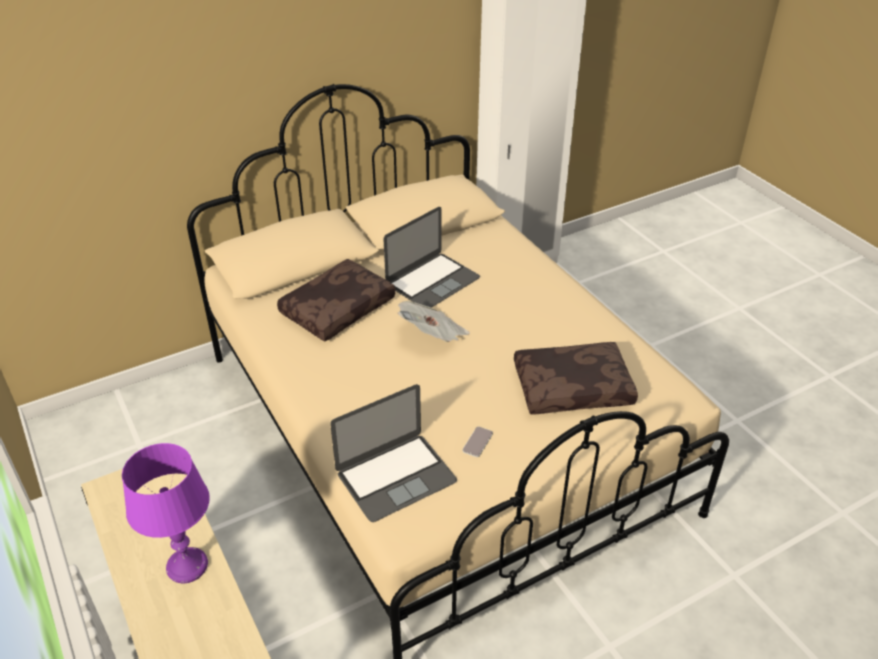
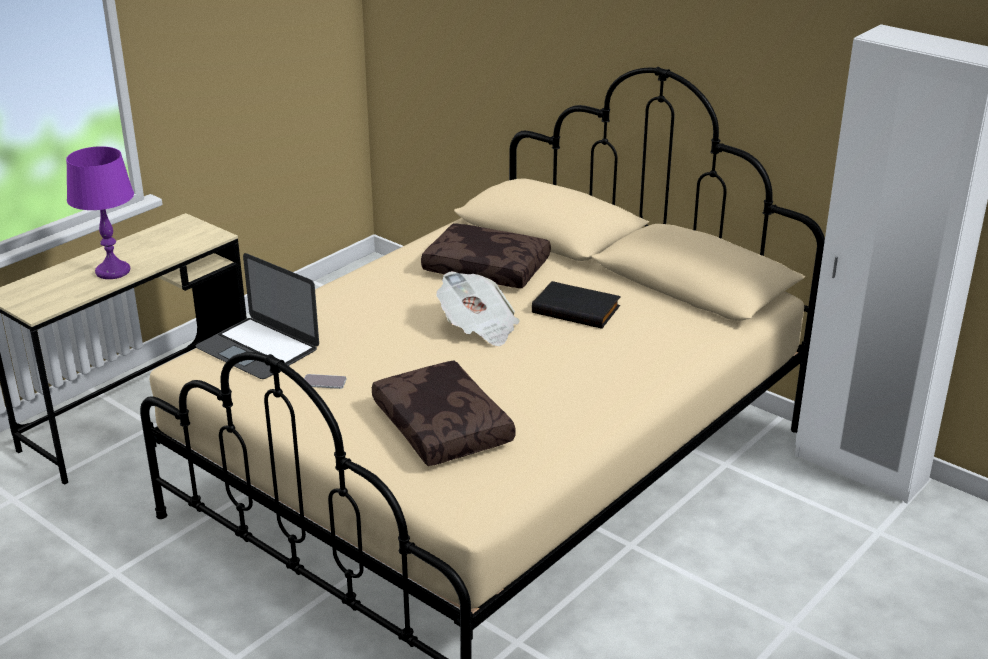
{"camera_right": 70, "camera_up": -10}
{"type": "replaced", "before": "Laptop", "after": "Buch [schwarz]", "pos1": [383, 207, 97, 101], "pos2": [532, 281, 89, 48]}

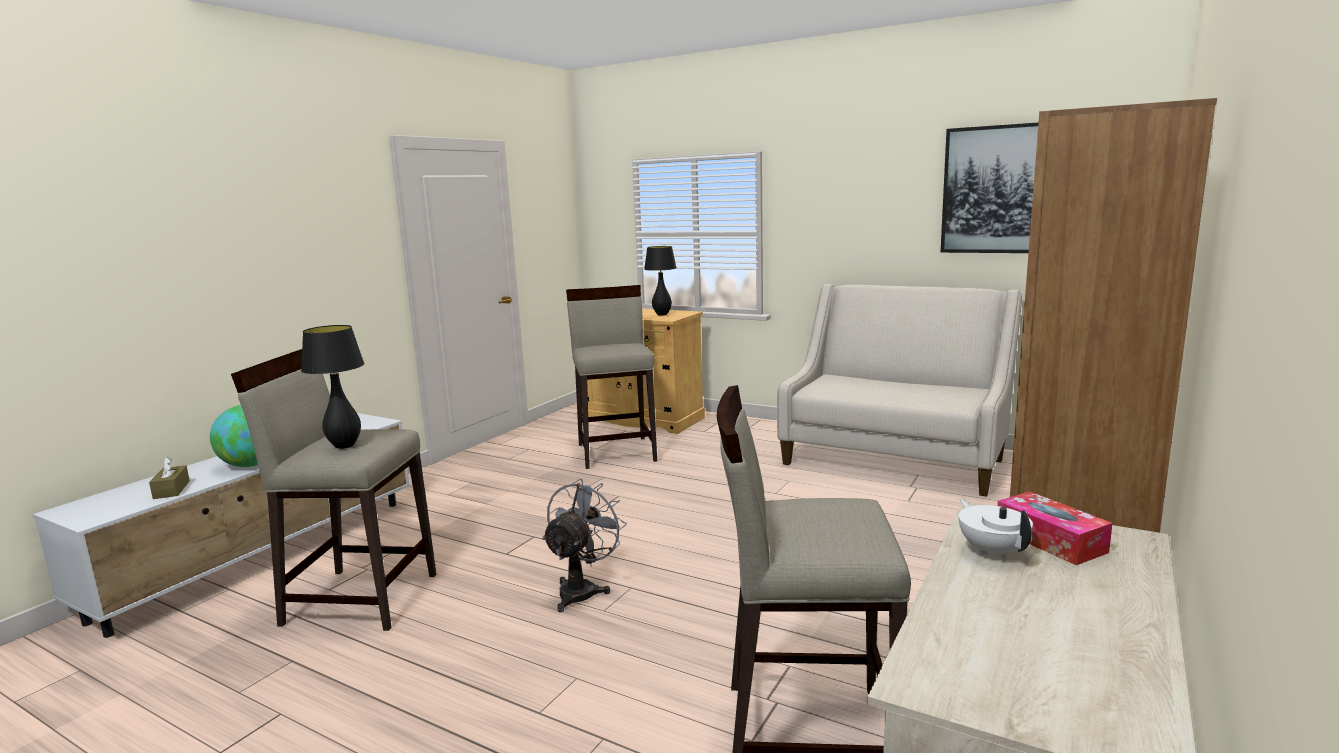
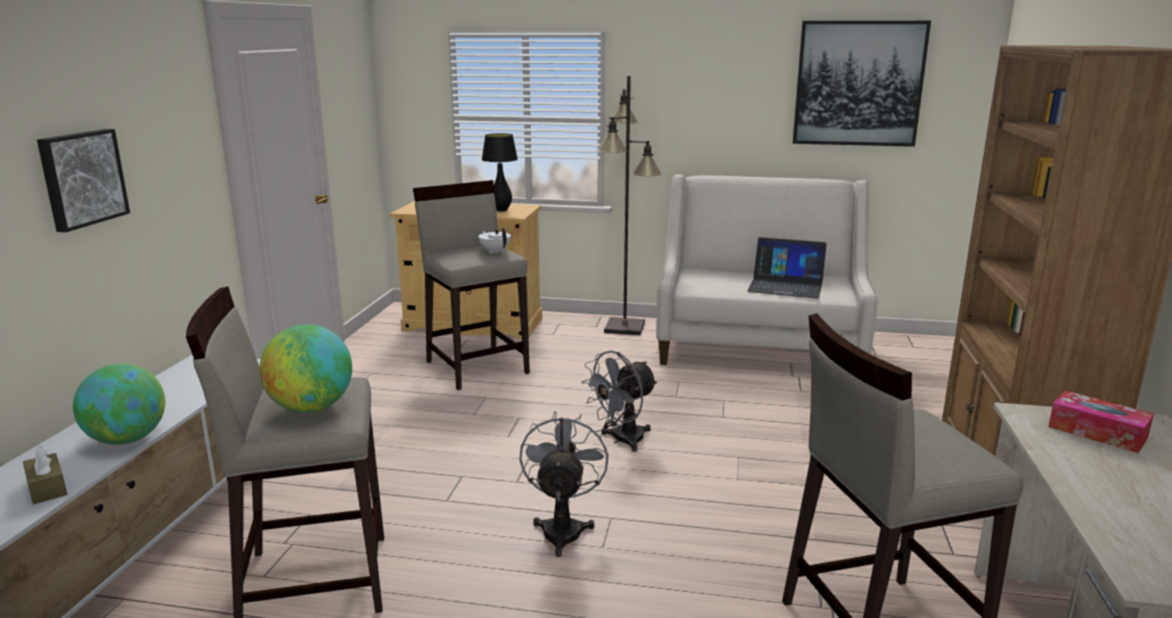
{"camera_right": -20, "camera_up": 5}
{"type": "replaced", "before": "Tischlampe [schwarz]", "after": "Globus", "pos1": [301, 325, 63, 124], "pos2": [259, 325, 93, 88]}
{"type": "moved", "before": "Teekanne [weiß]", "pos1": [958, 499, 75, 60], "pos2": [479, 228, 32, 26]}
{"type": "added", "after": "Stehlampe [schwarz]", "pos2": [597, 76, 65, 259]}
{"type": "added", "after": "Bild", "pos2": [37, 129, 93, 103]}
{"type": "added", "after": "Laptop", "pos2": [747, 237, 80, 62]}
{"type": "added", "after": "Ventilator [grau]", "pos2": [581, 350, 77, 102]}

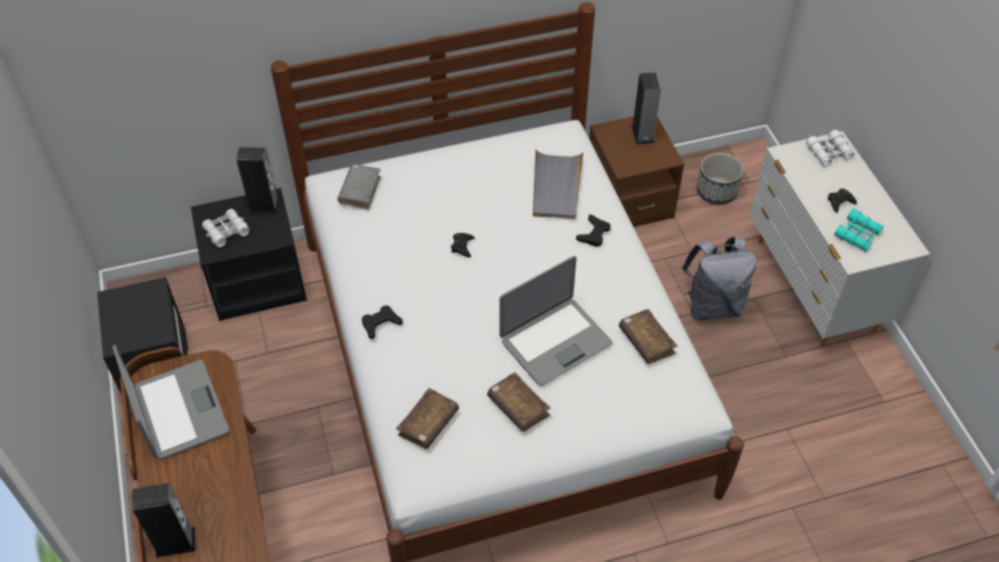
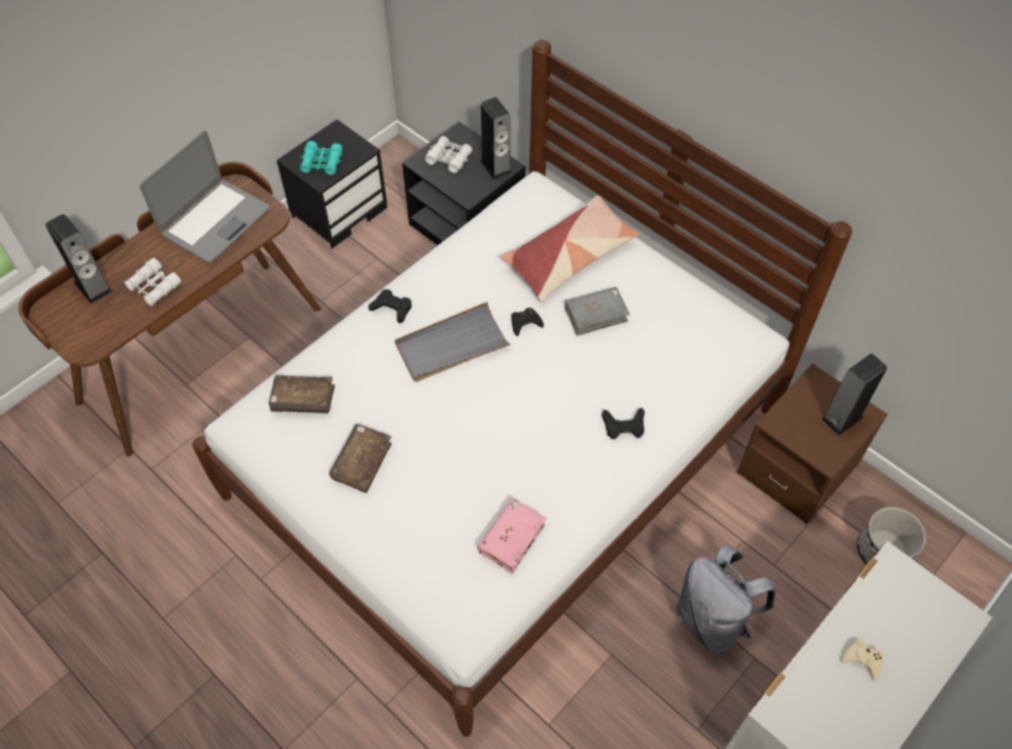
{"camera_right": 60, "camera_up": 5}
{"type": "moved", "before": "Fernglas [weiß]", "pos1": [806, 130, 48, 37], "pos2": [124, 258, 58, 49]}
{"type": "moved", "before": "Tablett [grau]", "pos1": [533, 150, 50, 69], "pos2": [395, 302, 116, 80]}
{"type": "moved", "before": "Buch [grau]", "pos1": [337, 164, 44, 46], "pos2": [565, 287, 65, 49]}
{"type": "recoloured", "before": "Gamepad [schwarz]", "after": "Gamepad [beige]", "pos1": [827, 189, 30, 24], "pos2": [841, 640, 42, 41]}
{"type": "moved", "before": "Fernglas [türkis]", "pos1": [834, 209, 50, 43], "pos2": [300, 141, 42, 34]}
{"type": "removed", "before": "Laptop", "pos1": [500, 256, 112, 130]}
{"type": "recoloured", "before": "Buch [braun]", "after": "Buch [rosa]", "pos1": [619, 309, 59, 55], "pos2": [477, 499, 69, 75]}
{"type": "added", "after": "Kissen", "pos2": [500, 195, 139, 106]}

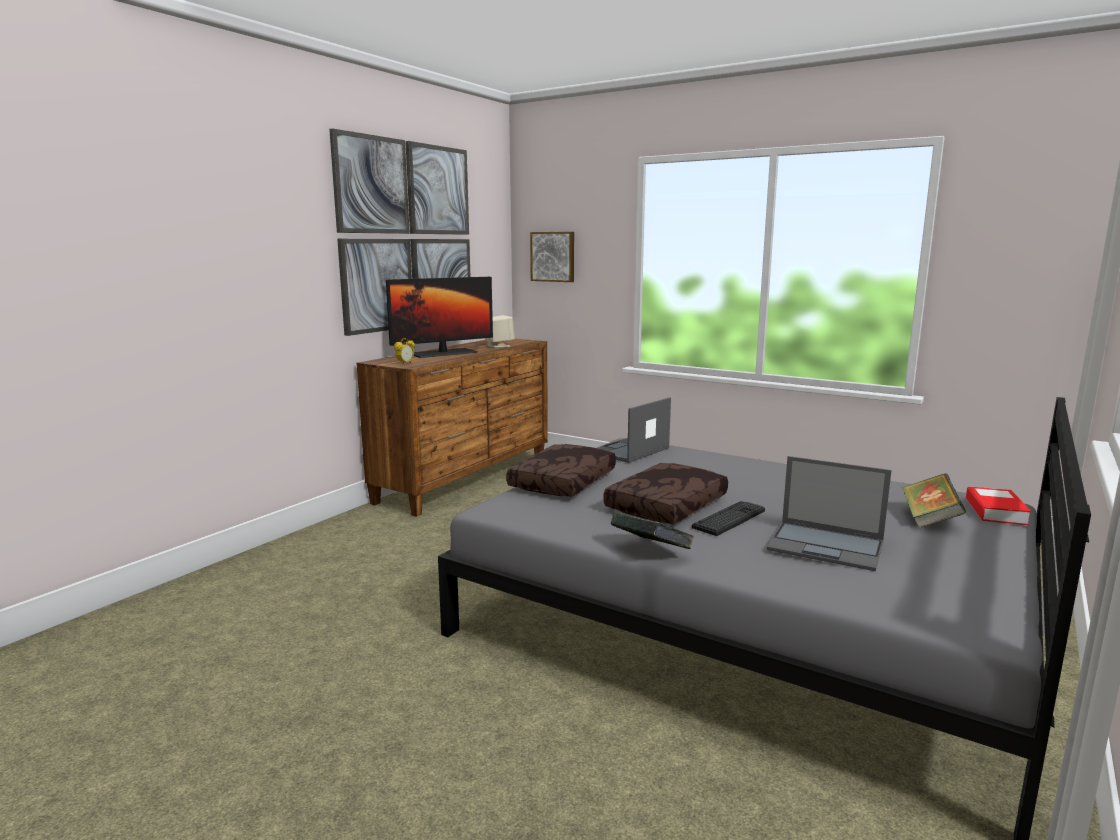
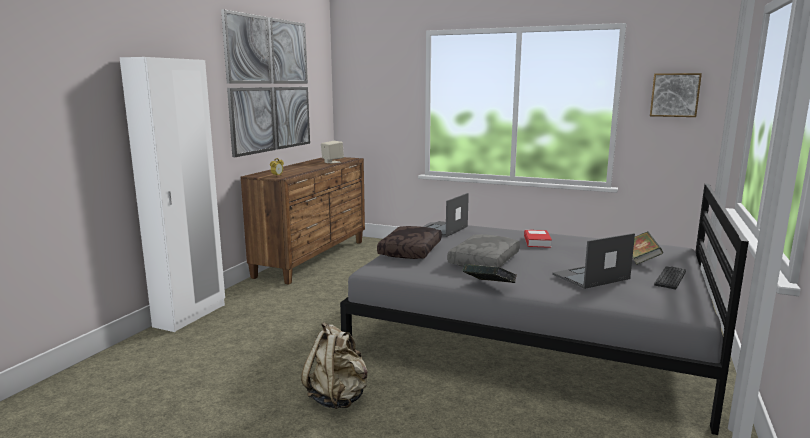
{"camera_right": -10, "camera_up": 0}
{"type": "moved", "before": "Bild", "pos1": [530, 232, 44, 50], "pos2": [650, 73, 52, 44]}
{"type": "removed", "before": "Monitor", "pos1": [386, 277, 107, 81]}
{"type": "turned", "before": "Laptop", "pos1": [767, 456, 125, 115], "pos2": [552, 233, 83, 56], "turn": 135}
{"type": "recoloured", "before": "Kissen [braun]", "after": "Kissen [grau]", "pos1": [603, 463, 125, 61], "pos2": [447, 234, 73, 34]}
{"type": "moved", "before": "Buch", "pos1": [966, 486, 65, 39], "pos2": [524, 230, 28, 18]}
{"type": "moved", "before": "Tastatur", "pos1": [692, 501, 73, 35], "pos2": [654, 266, 32, 23]}
{"type": "added", "after": "Kleiderschrank [weiß]", "pos2": [119, 57, 106, 275]}
{"type": "added", "after": "Rucksack [beige]", "pos2": [301, 322, 67, 87]}

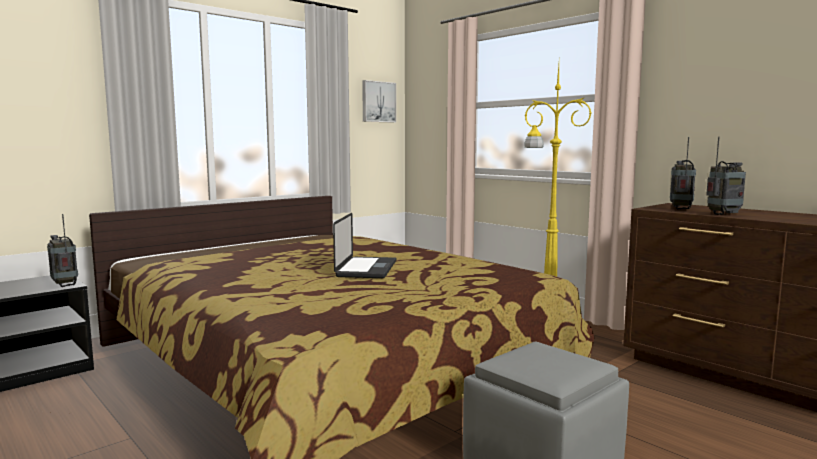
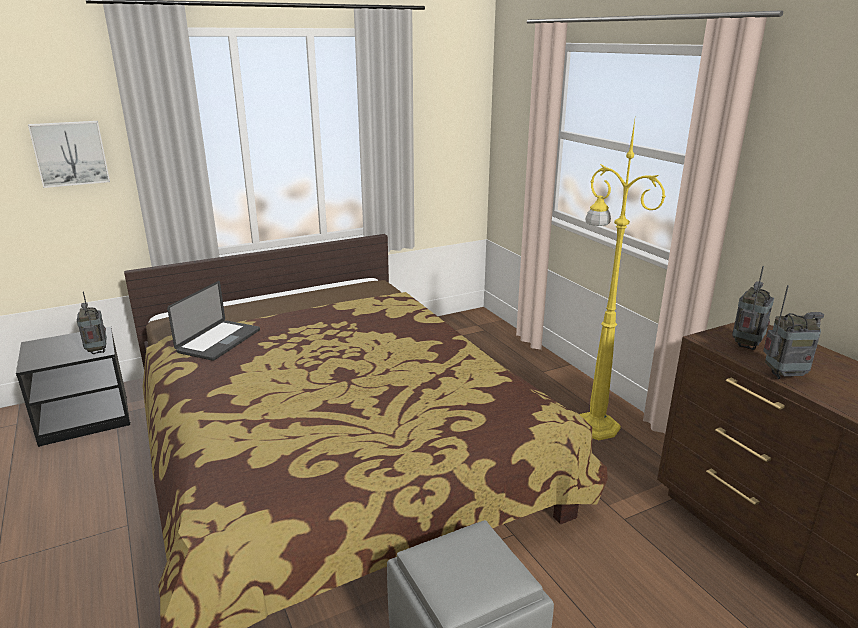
{"camera_right": 15, "camera_up": 15}
{"type": "moved", "before": "Bild", "pos1": [362, 80, 34, 43], "pos2": [28, 121, 82, 67]}
{"type": "moved", "before": "Laptop", "pos1": [333, 213, 63, 65], "pos2": [167, 281, 93, 80]}

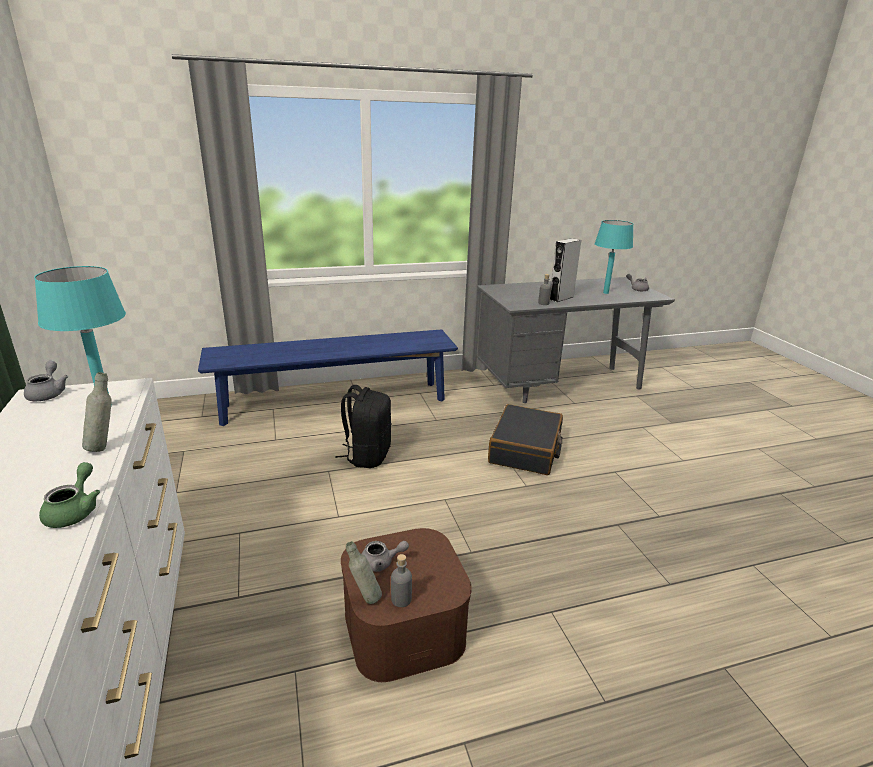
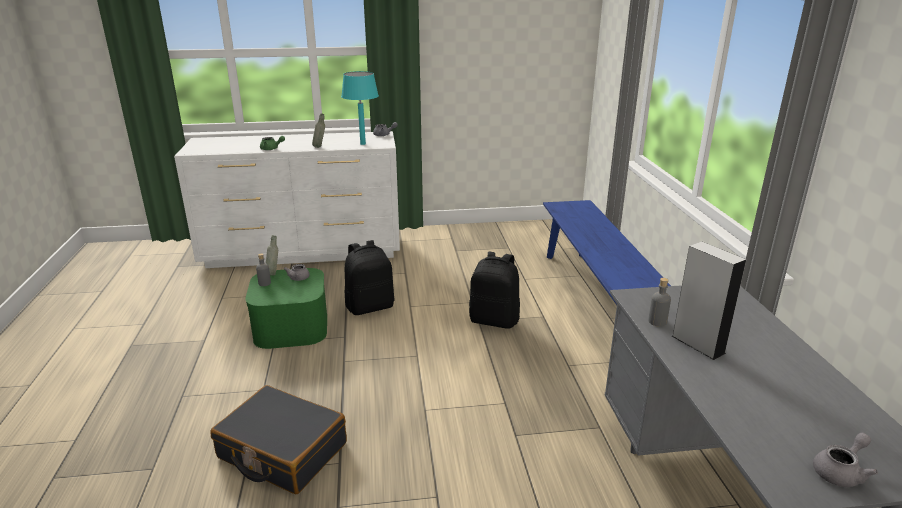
{"camera_right": 100, "camera_up": 0}
{"type": "removed", "before": "Tischlampe [türkis]", "pos1": [595, 220, 38, 74]}
{"type": "moved", "before": "Koffer [schwarz]", "pos1": [488, 404, 75, 71], "pos2": [210, 385, 137, 109]}
{"type": "recoloured", "before": "Aufbewahrungsbox [braun]", "after": "Aufbewahrungsbox [grün]", "pos1": [341, 528, 131, 154], "pos2": [246, 268, 81, 81]}
{"type": "added", "after": "Rucksack [schwarz]", "pos2": [345, 240, 49, 75]}

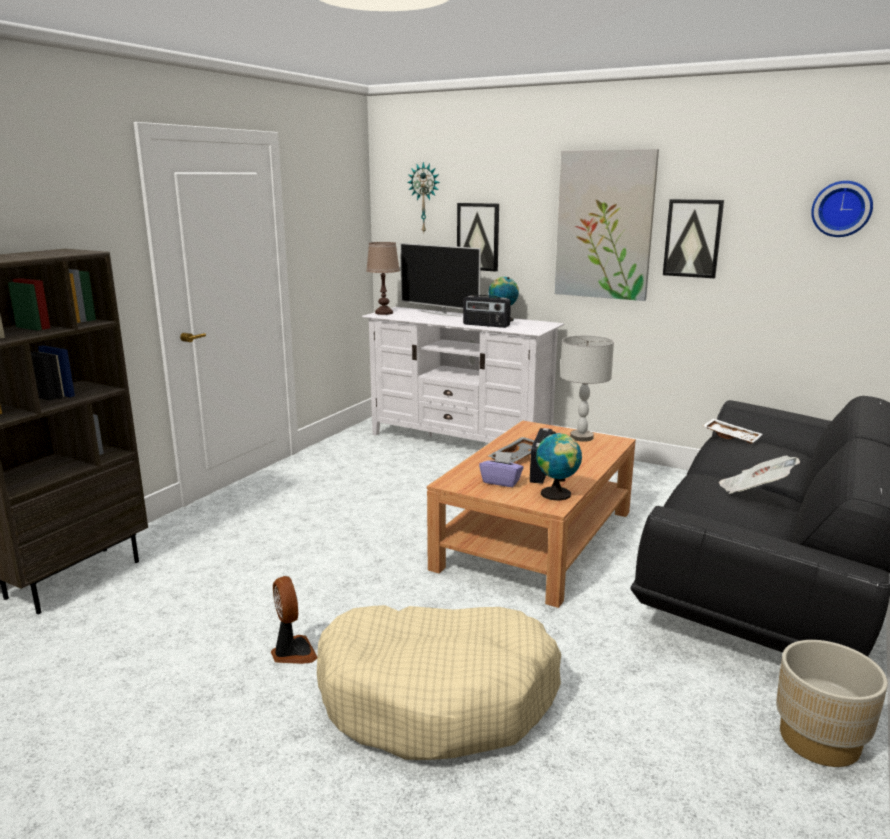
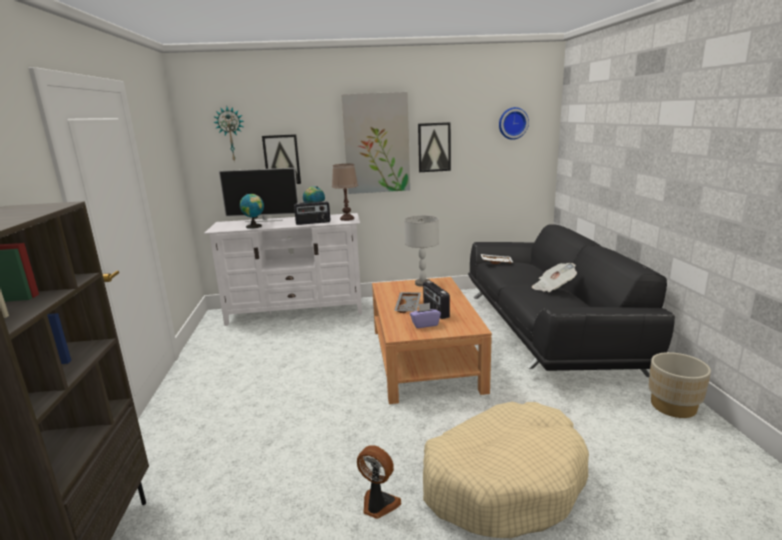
{"camera_right": -35, "camera_up": 0}
{"type": "moved", "before": "Tischlampe [braun]", "pos1": [366, 242, 34, 73], "pos2": [332, 164, 26, 57]}
{"type": "moved", "before": "Globus", "pos1": [536, 431, 46, 70], "pos2": [240, 194, 24, 35]}

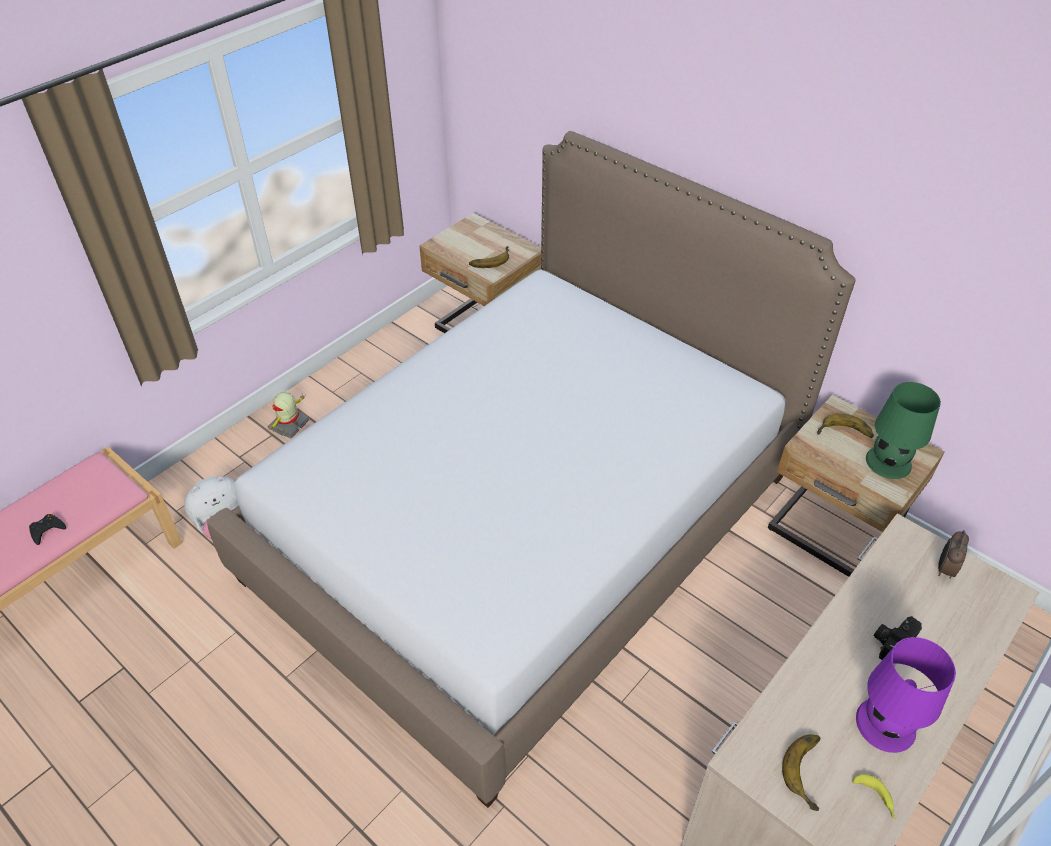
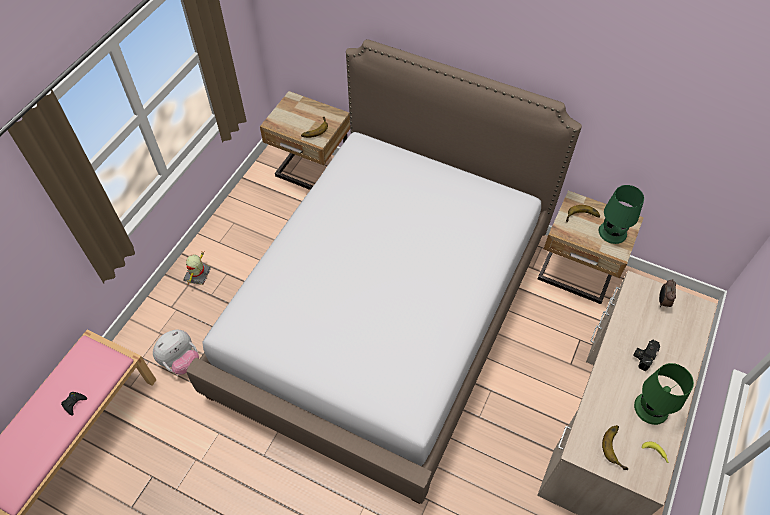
{"camera_right": -15, "camera_up": 10}
{"type": "recoloured", "before": "Tischlampe [lila]", "after": "Tischlampe [grün]", "pos1": [856, 637, 100, 116], "pos2": [634, 363, 60, 62]}

